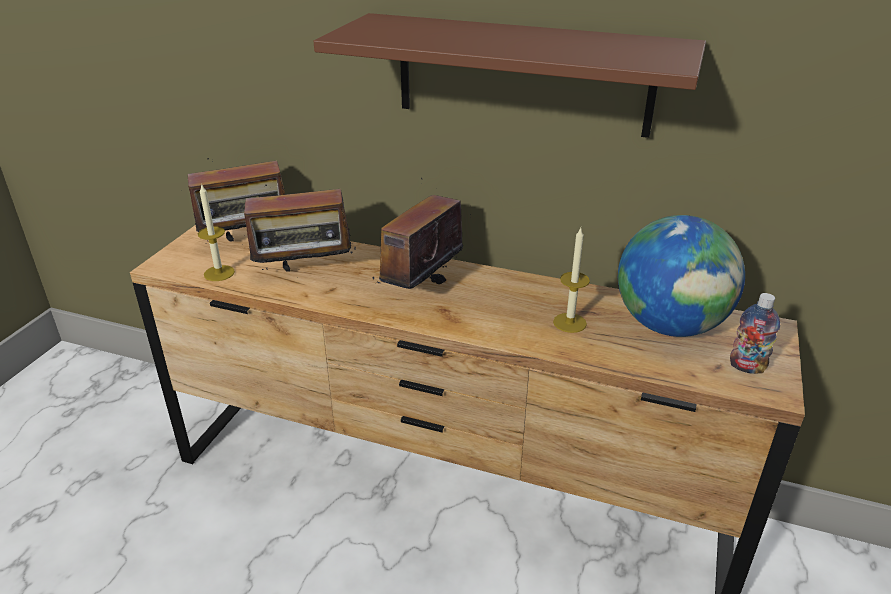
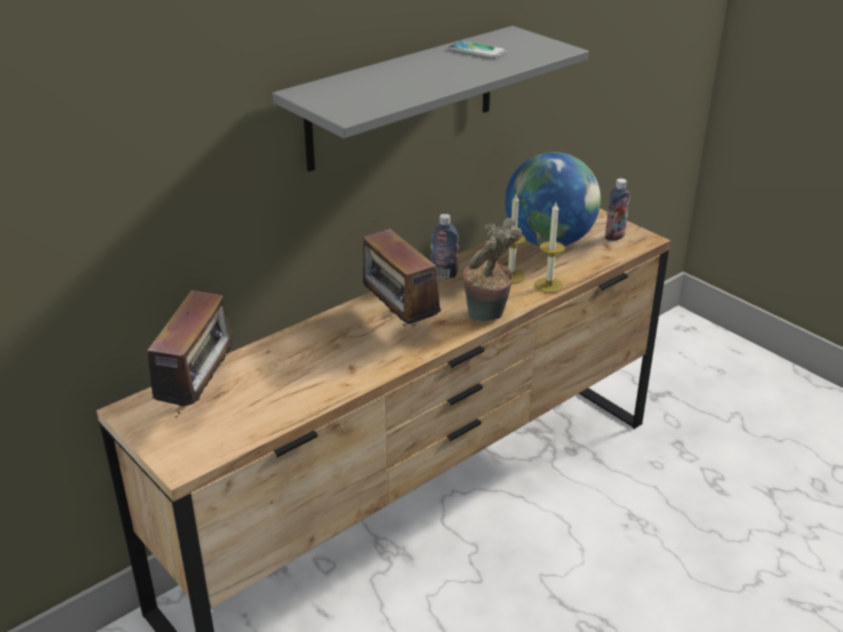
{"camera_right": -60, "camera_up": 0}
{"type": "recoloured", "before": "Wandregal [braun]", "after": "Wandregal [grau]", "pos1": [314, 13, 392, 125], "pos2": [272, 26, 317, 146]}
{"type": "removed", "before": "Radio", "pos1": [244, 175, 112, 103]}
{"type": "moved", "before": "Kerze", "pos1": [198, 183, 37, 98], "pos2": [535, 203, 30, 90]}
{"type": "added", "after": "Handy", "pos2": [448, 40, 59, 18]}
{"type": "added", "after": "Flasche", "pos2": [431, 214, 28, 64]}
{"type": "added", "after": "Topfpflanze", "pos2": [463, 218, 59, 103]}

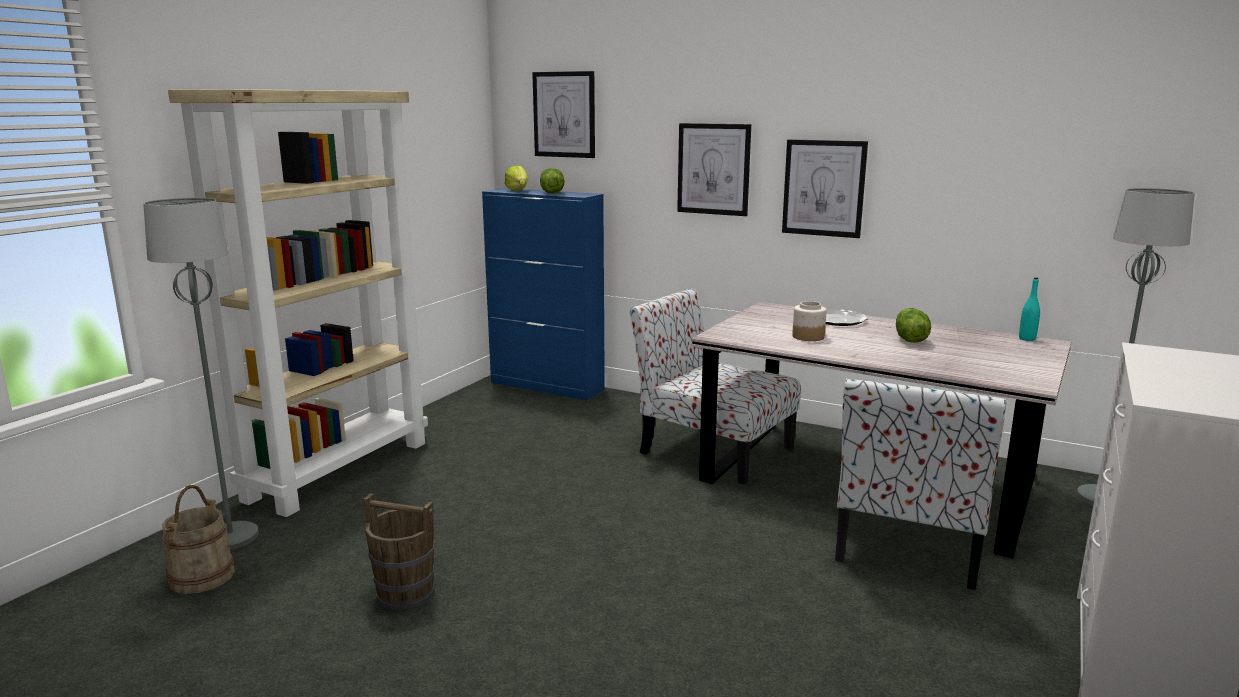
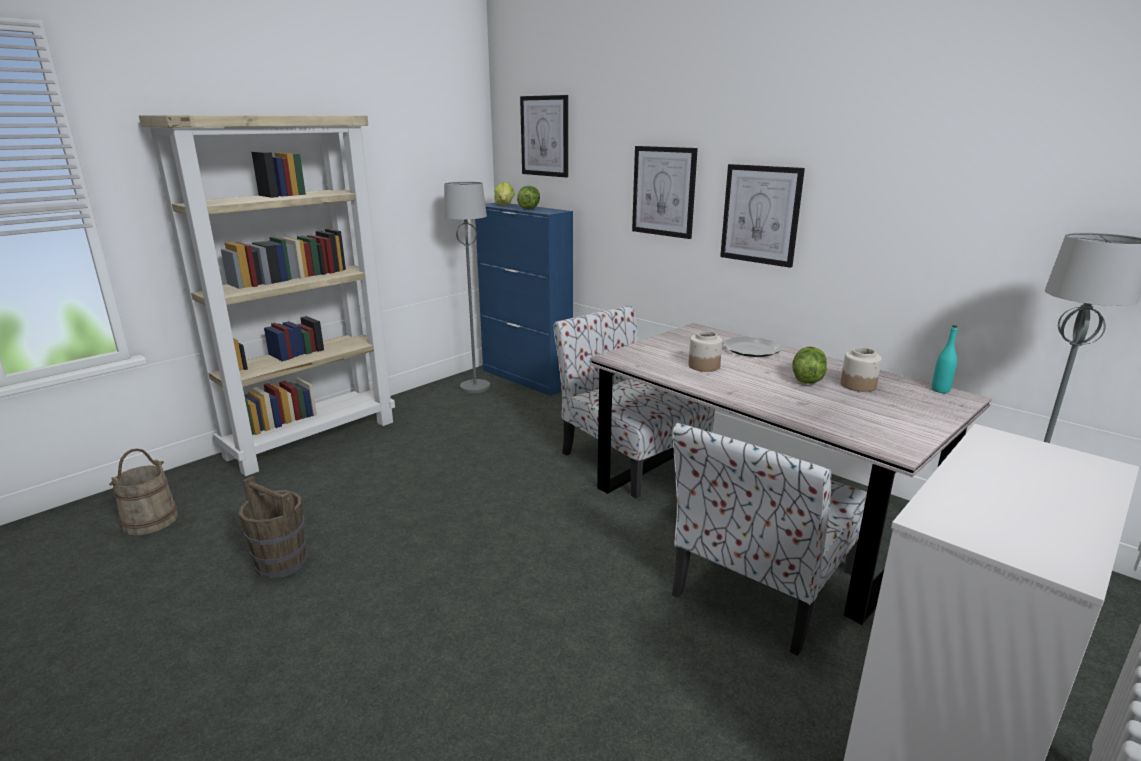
{"camera_right": 15, "camera_up": 5}
{"type": "moved", "before": "Stehlampe [grau]", "pos1": [143, 198, 116, 352], "pos2": [444, 182, 46, 211]}
{"type": "added", "after": "Vorratsglas", "pos2": [841, 347, 41, 45]}

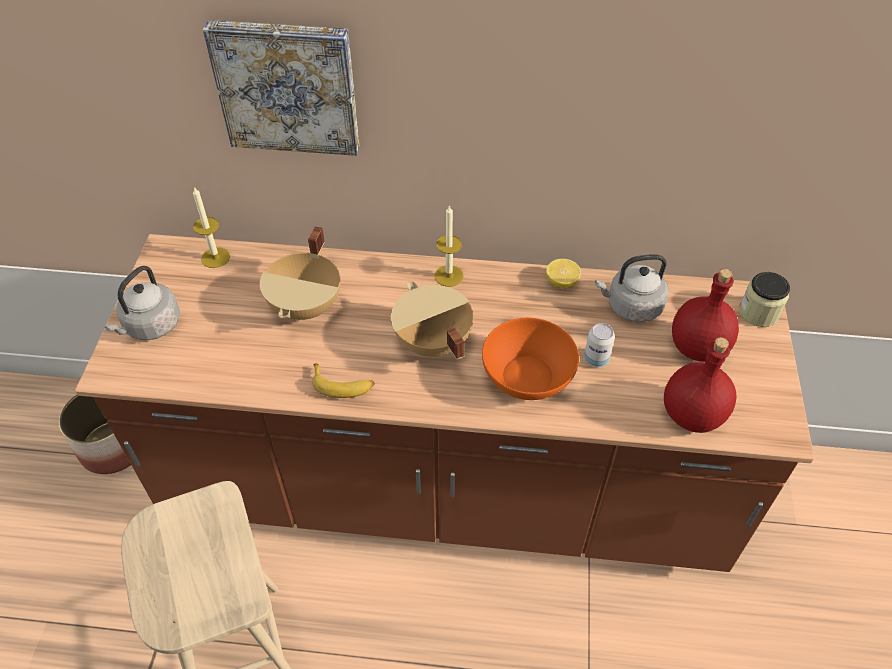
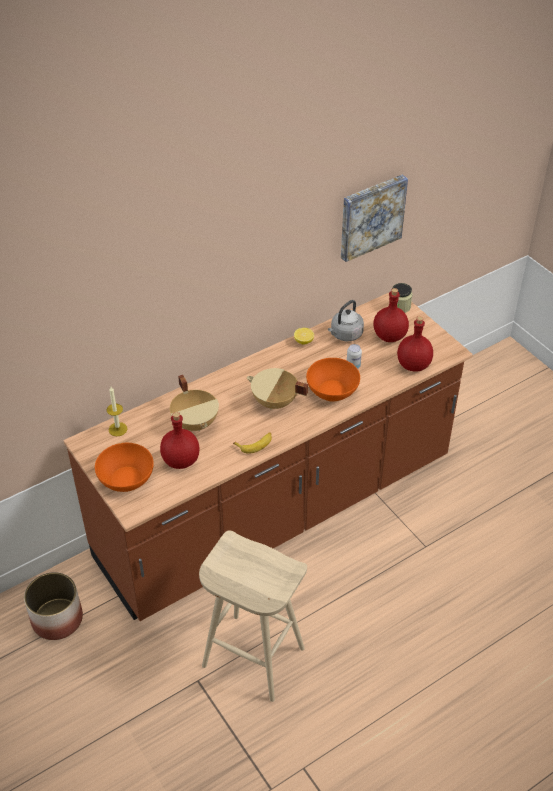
{"camera_right": -40, "camera_up": -5}
{"type": "moved", "before": "Bild", "pos1": [203, 20, 156, 136], "pos2": [341, 175, 67, 87]}
{"type": "removed", "before": "Kerze", "pos1": [435, 205, 29, 82]}
{"type": "replaced", "before": "Wasserkessel [grau]", "after": "Schüssel [orange]", "pos1": [105, 266, 75, 74], "pos2": [95, 443, 59, 49]}
{"type": "added", "after": "Flasche [rot]", "pos2": [160, 412, 40, 57]}

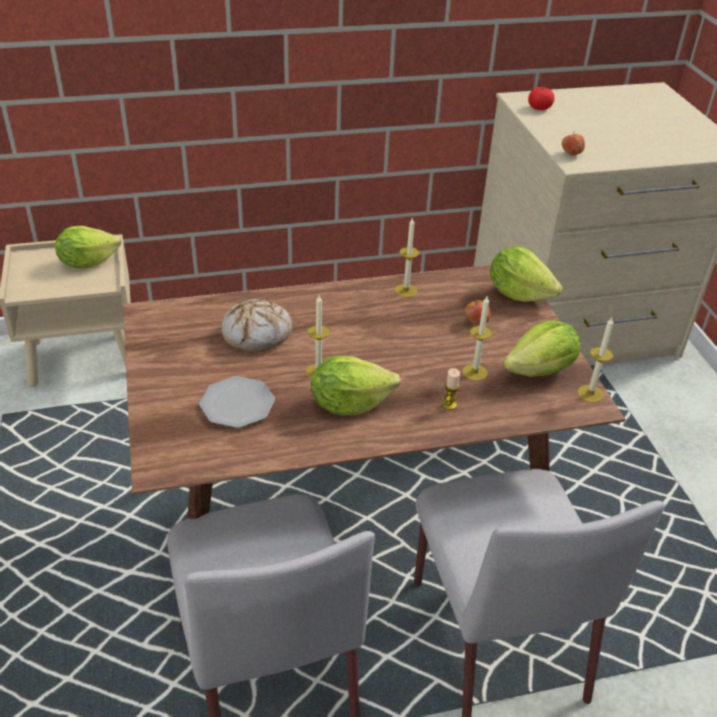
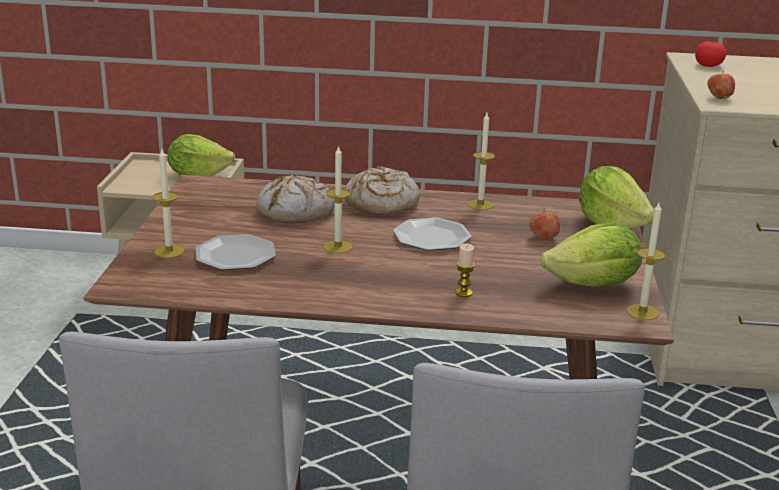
{"camera_right": 20, "camera_up": -15}
{"type": "moved", "before": "Kerze", "pos1": [462, 295, 31, 86], "pos2": [152, 149, 32, 109]}
{"type": "removed", "before": "Salatkopf", "pos1": [311, 356, 90, 59]}
{"type": "added", "after": "Brot", "pos2": [345, 166, 75, 49]}
{"type": "added", "after": "Teller", "pos2": [393, 217, 79, 34]}

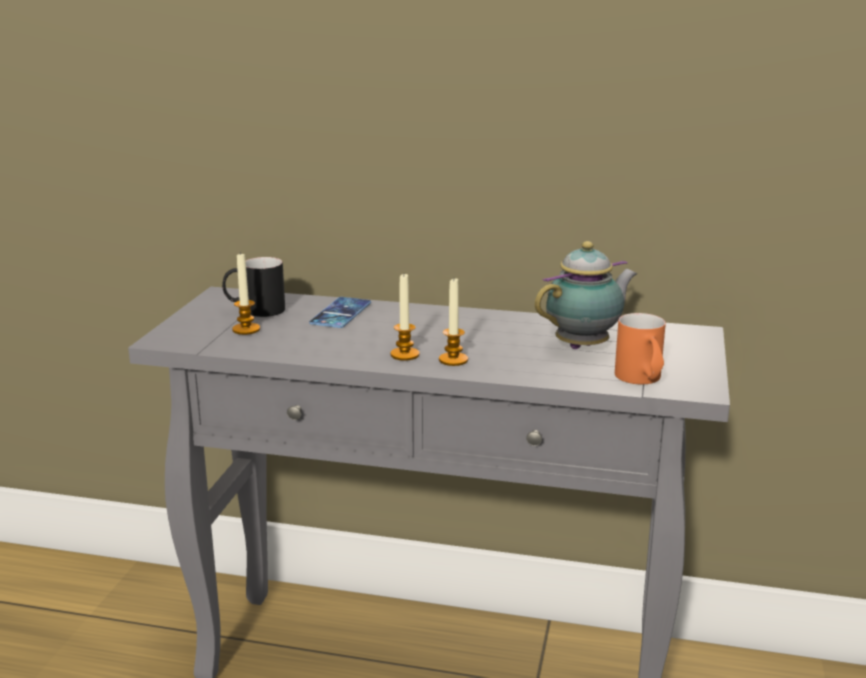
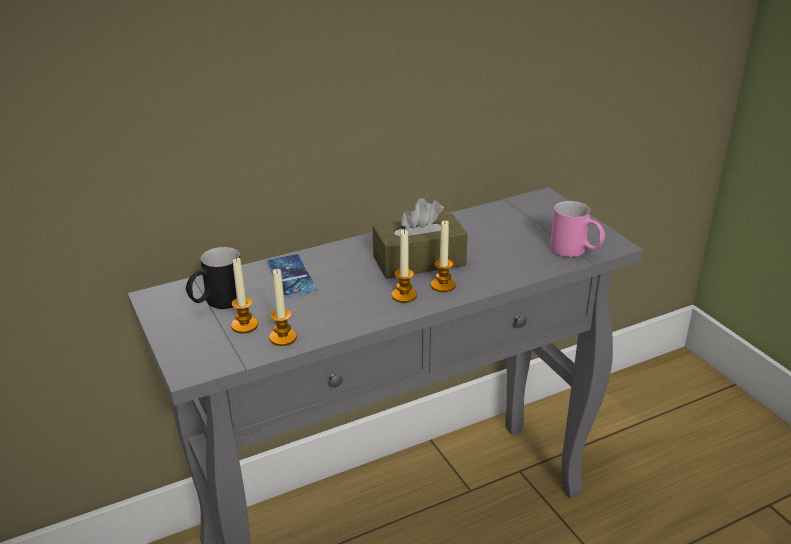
{"camera_right": -40, "camera_up": 10}
{"type": "removed", "before": "Teekanne", "pos1": [535, 241, 102, 108]}
{"type": "recoloured", "before": "Henkelbecher [orange]", "after": "Henkelbecher [rosa]", "pos1": [615, 313, 51, 71], "pos2": [550, 201, 55, 56]}
{"type": "added", "after": "Taschentuchbox [braun]", "pos2": [373, 198, 95, 81]}
{"type": "added", "after": "Kerze", "pos2": [269, 269, 28, 77]}

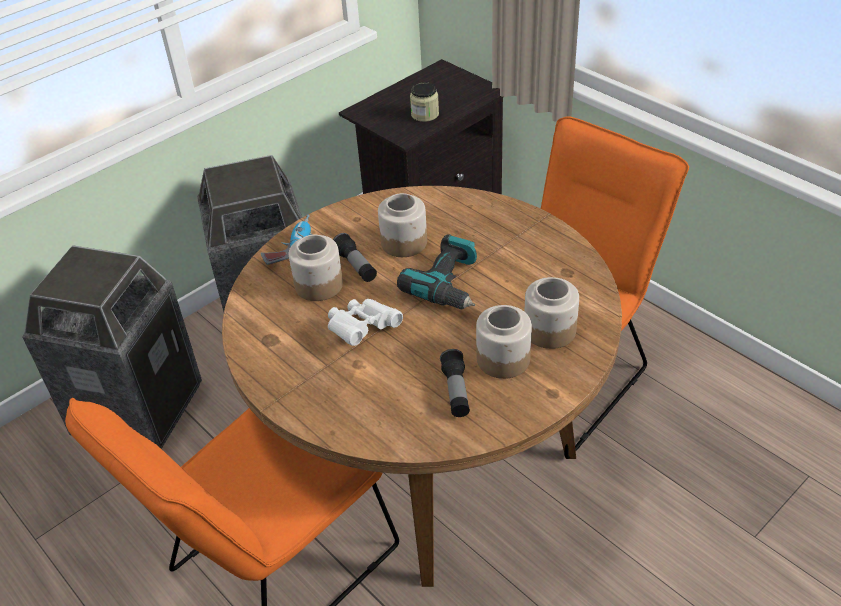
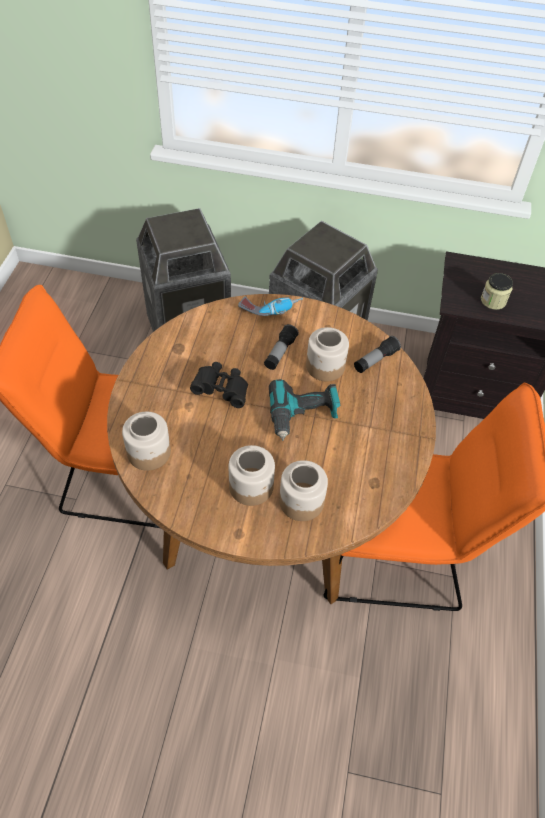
{"camera_right": 50, "camera_up": 10}
{"type": "moved", "before": "Vorratsglas", "pos1": [289, 235, 54, 66], "pos2": [122, 412, 49, 59]}
{"type": "recoloured", "before": "Fernglas [weiß]", "after": "Fernglas [schwarz]", "pos1": [328, 299, 75, 47], "pos2": [190, 362, 58, 46]}
{"type": "moved", "before": "Taschenlampe", "pos1": [440, 349, 30, 68], "pos2": [354, 336, 47, 37]}

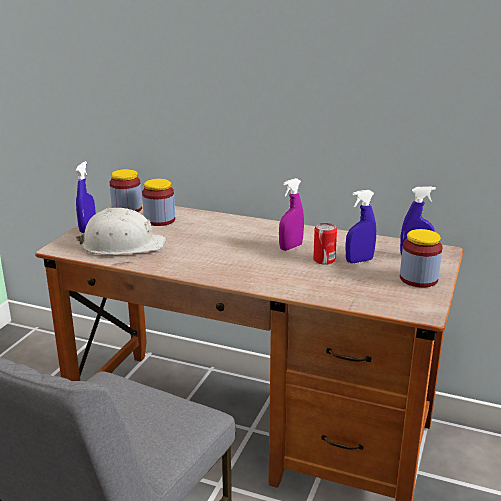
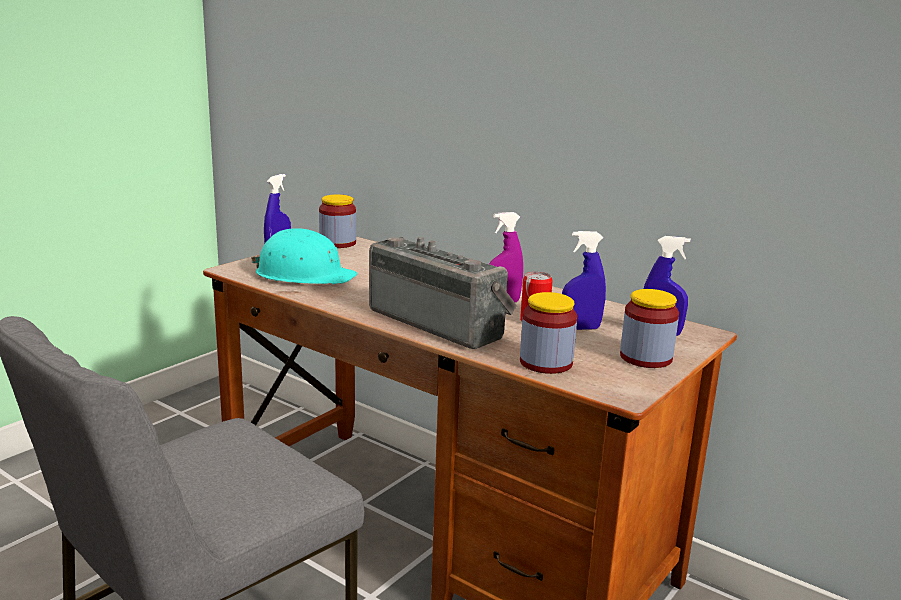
{"camera_right": 15, "camera_up": -5}
{"type": "moved", "before": "Vorratsglas", "pos1": [142, 179, 33, 47], "pos2": [520, 292, 57, 82]}
{"type": "recoloured", "before": "Schutzhelm [weiß]", "after": "Schutzhelm [türkis]", "pos1": [75, 208, 91, 47], "pos2": [251, 228, 107, 56]}
{"type": "added", "after": "Radio", "pos2": [369, 237, 148, 112]}

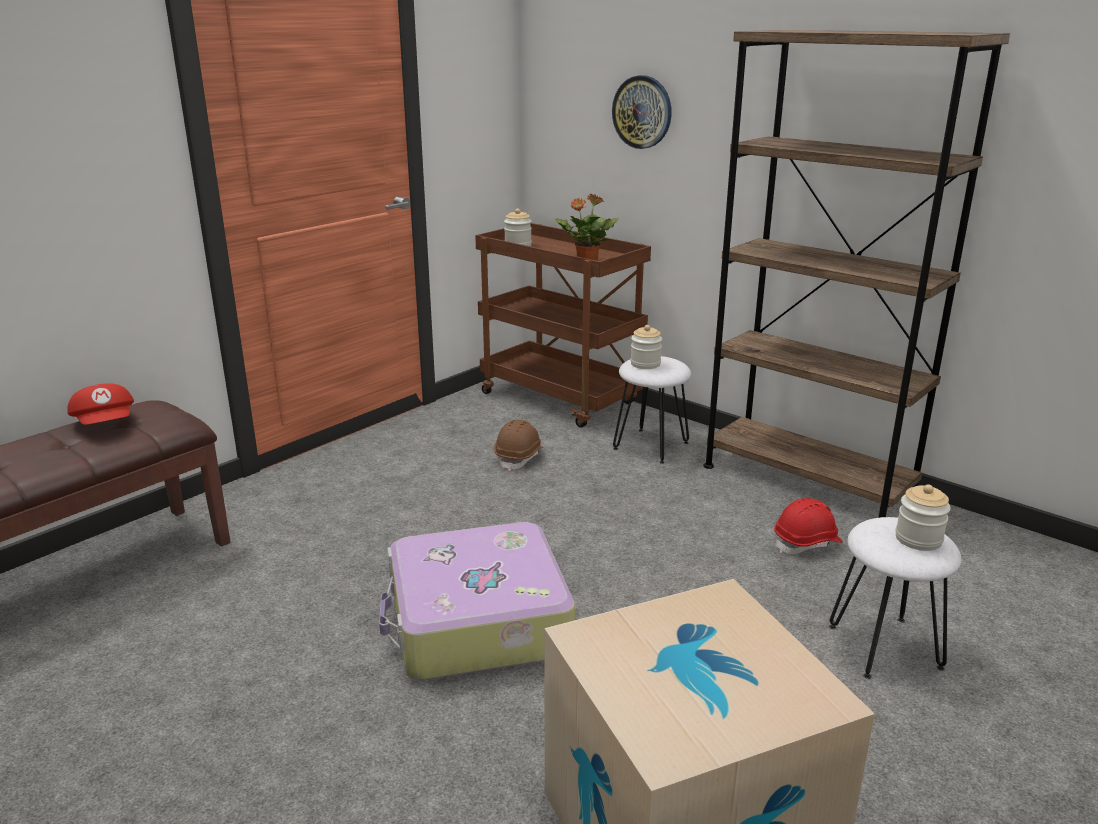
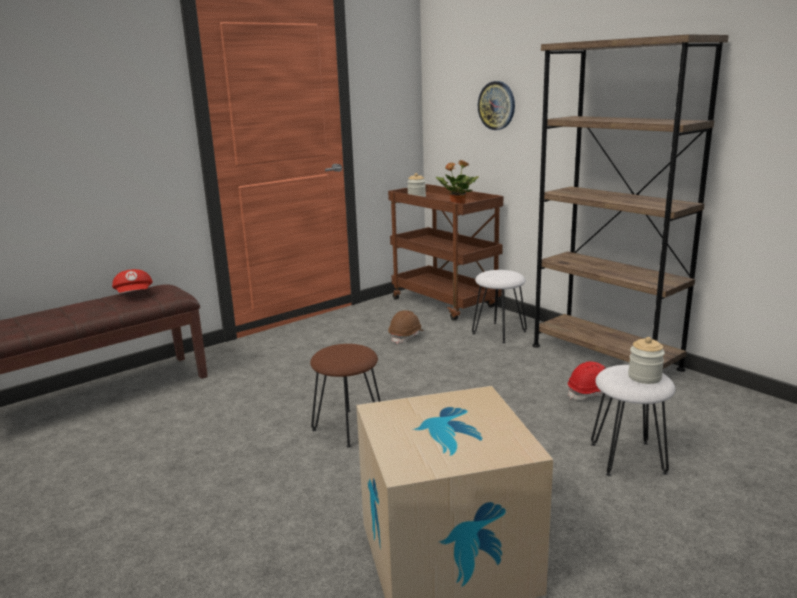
{"camera_right": 10, "camera_up": -5}
{"type": "removed", "before": "Vorratsglas", "pos1": [630, 325, 32, 44]}
{"type": "replaced", "before": "Koffer", "after": "Hocker [braun]", "pos1": [379, 522, 196, 158], "pos2": [310, 344, 71, 104]}

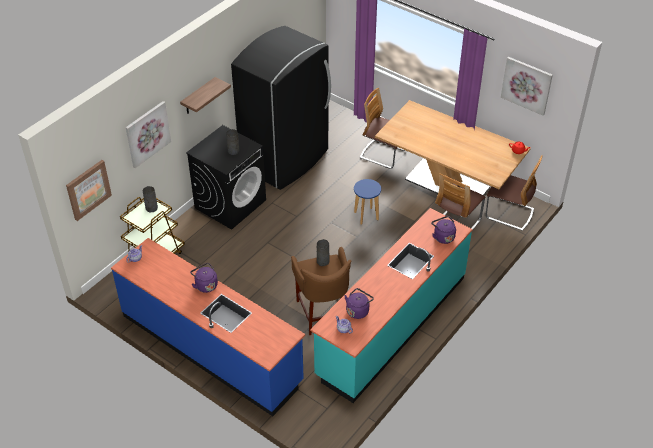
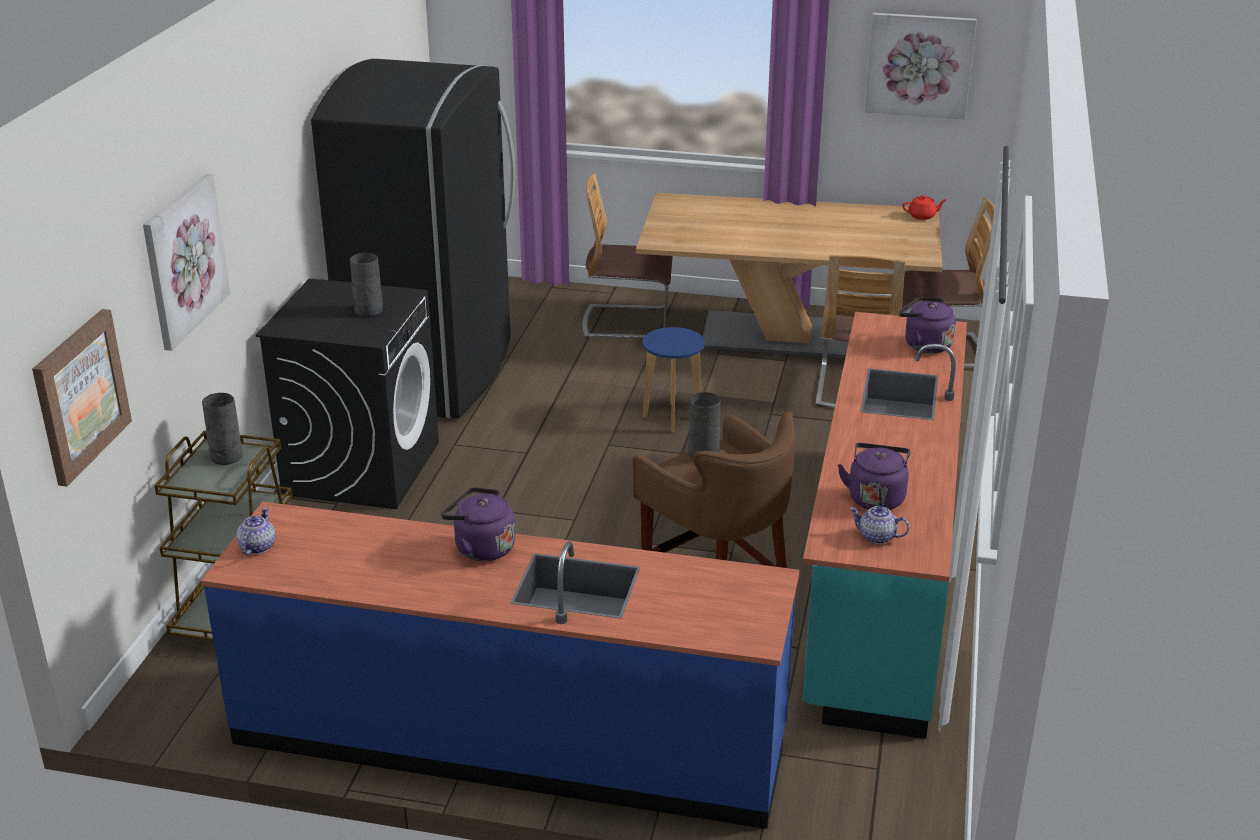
{"camera_right": -25, "camera_up": -15}
{"type": "removed", "before": "Wandregal", "pos1": [180, 77, 51, 37]}

